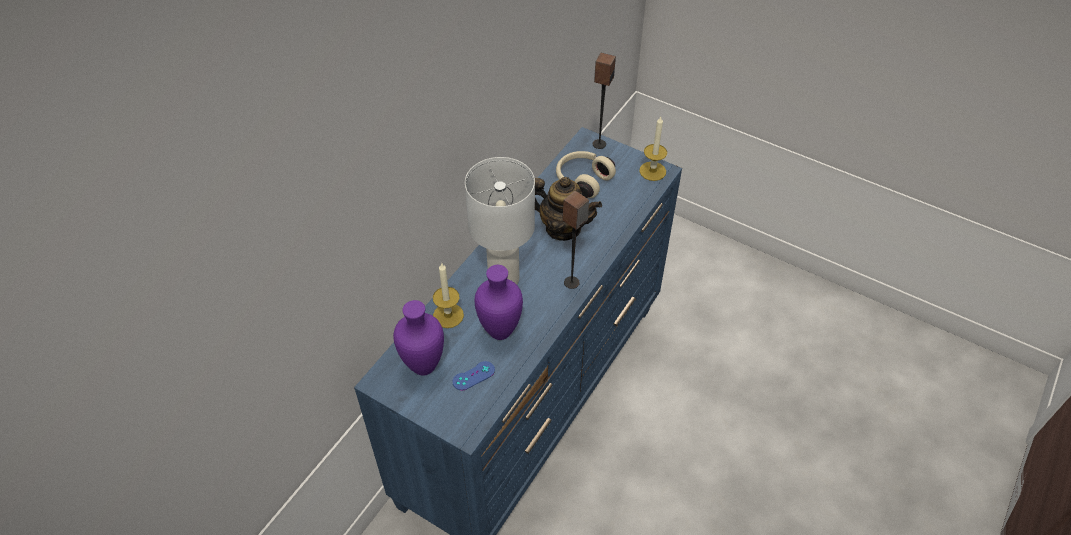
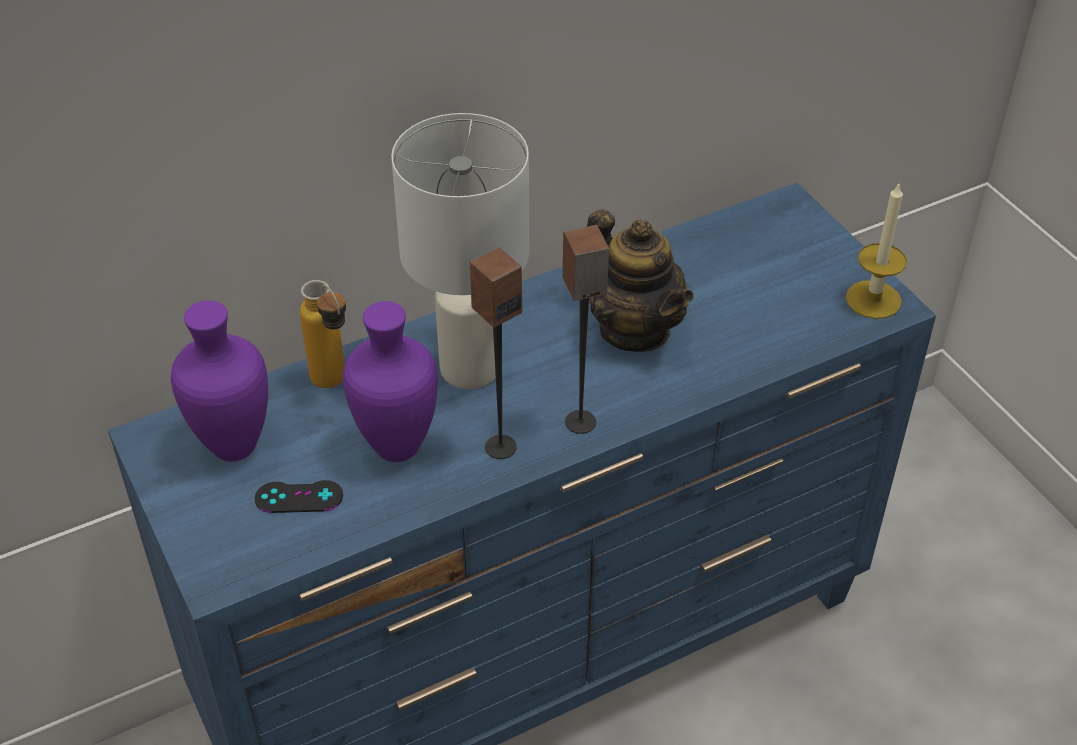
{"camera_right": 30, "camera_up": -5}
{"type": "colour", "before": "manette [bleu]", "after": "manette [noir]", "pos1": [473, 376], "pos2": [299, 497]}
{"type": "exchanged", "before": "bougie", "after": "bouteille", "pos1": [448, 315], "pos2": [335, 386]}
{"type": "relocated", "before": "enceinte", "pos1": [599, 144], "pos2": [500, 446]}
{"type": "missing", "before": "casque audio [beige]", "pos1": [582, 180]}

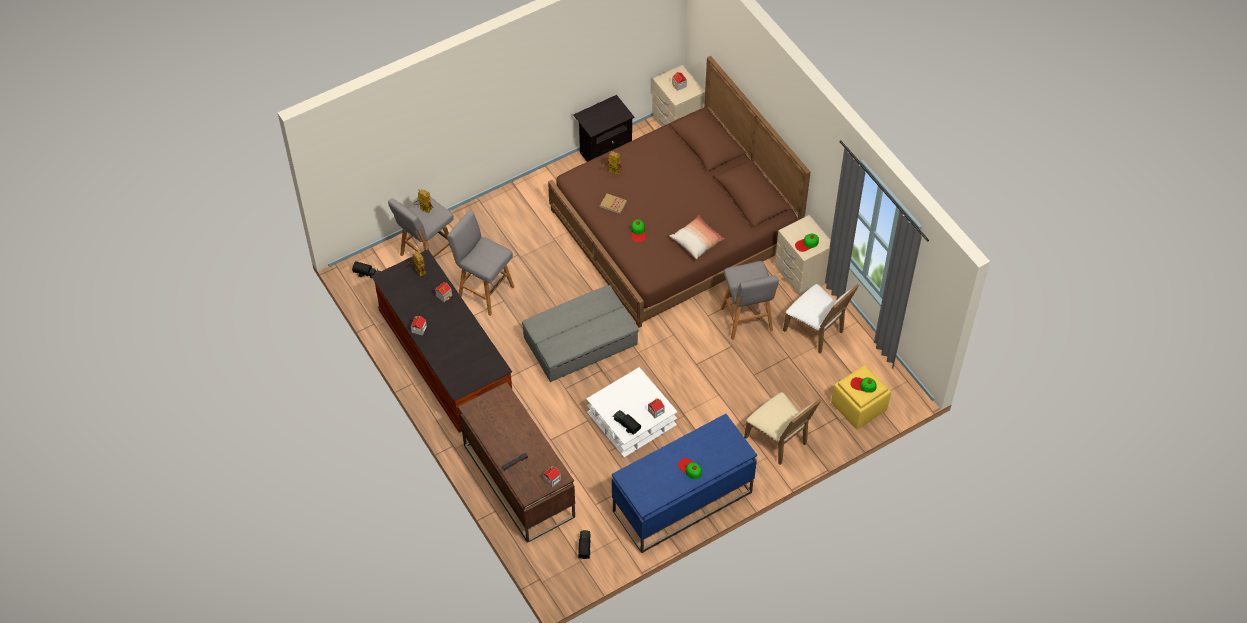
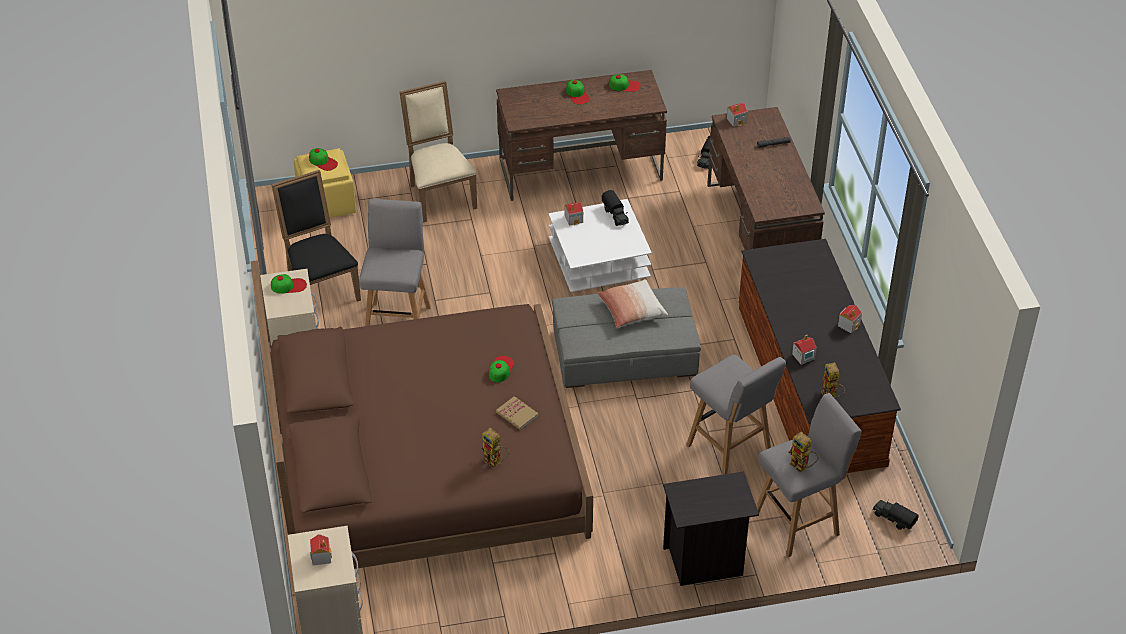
{"camera_right": -160, "camera_up": -10}
{"type": "colour", "before": "chaise [blanc]", "after": "chaise [noir]", "pos1": [816, 332], "pos2": [320, 287]}
{"type": "colour", "before": "bureau [bleu]", "after": "bureau [marron]", "pos1": [682, 502], "pos2": [581, 169]}
{"type": "relocated", "before": "coussin", "pos1": [697, 241], "pos2": [631, 311]}
{"type": "appeared", "after": "casquette", "pos2": [624, 85]}
{"type": "relocated", "before": "table de chevet [noir]", "pos1": [604, 154], "pos2": [705, 561]}

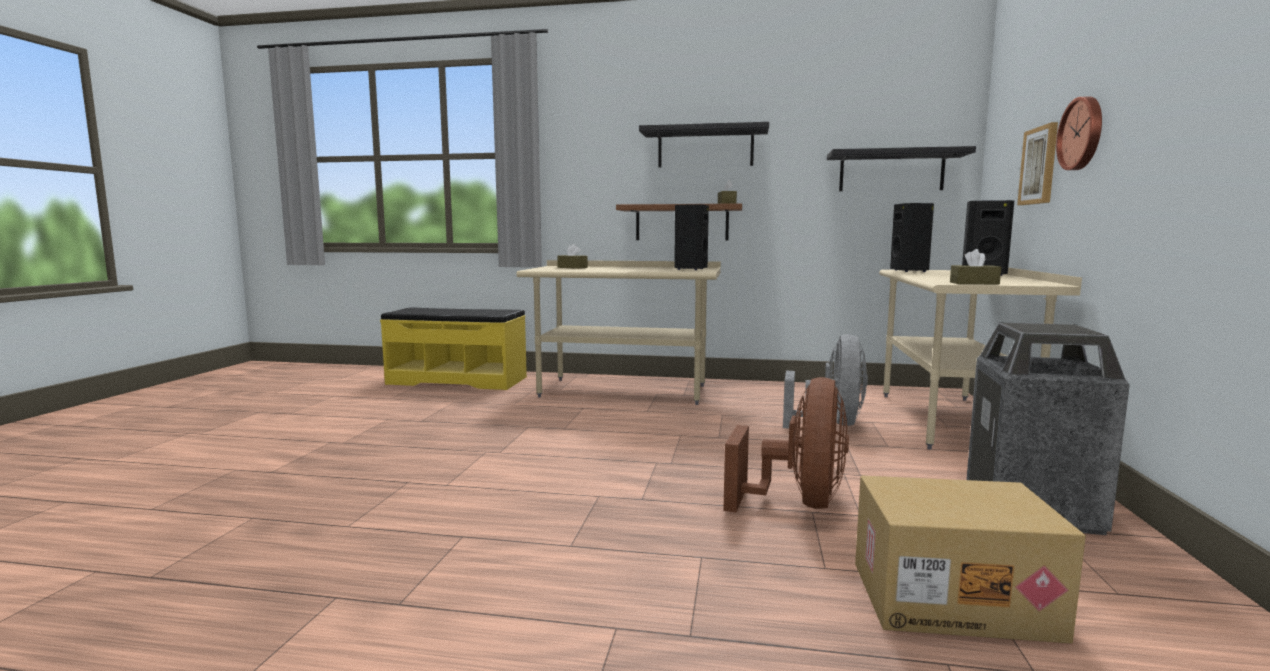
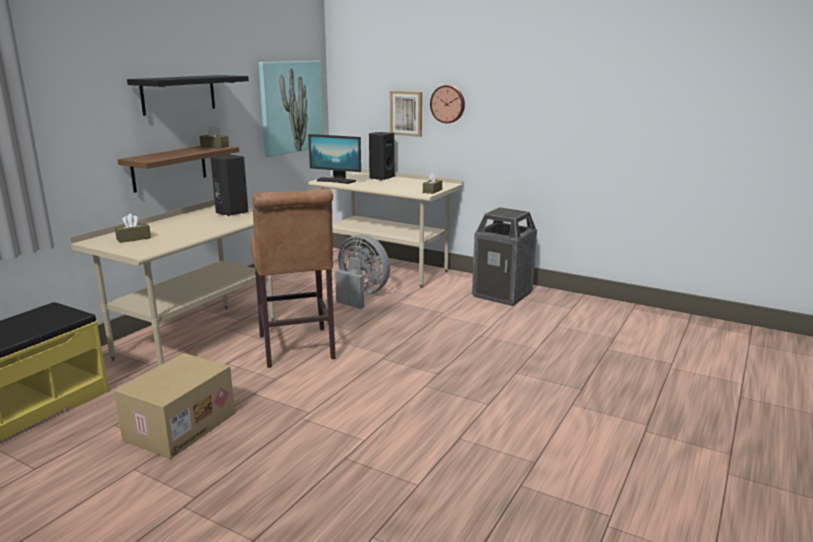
{"camera_right": -70, "camera_up": 10}
{"type": "relocated", "before": "carton", "pos1": [952, 598], "pos2": [180, 426]}
{"type": "appeared", "after": "tabouret [marron]", "pos2": [297, 349]}
{"type": "exchanged", "before": "étagère [noir]", "after": "tableau", "pos1": [891, 172], "pos2": [290, 107]}
{"type": "exchanged", "before": "enceinte [noir]", "after": "écran d'ordinateur", "pos1": [910, 271], "pos2": [336, 181]}
{"type": "missing", "before": "ventilateur [marron]", "pos1": [798, 503]}

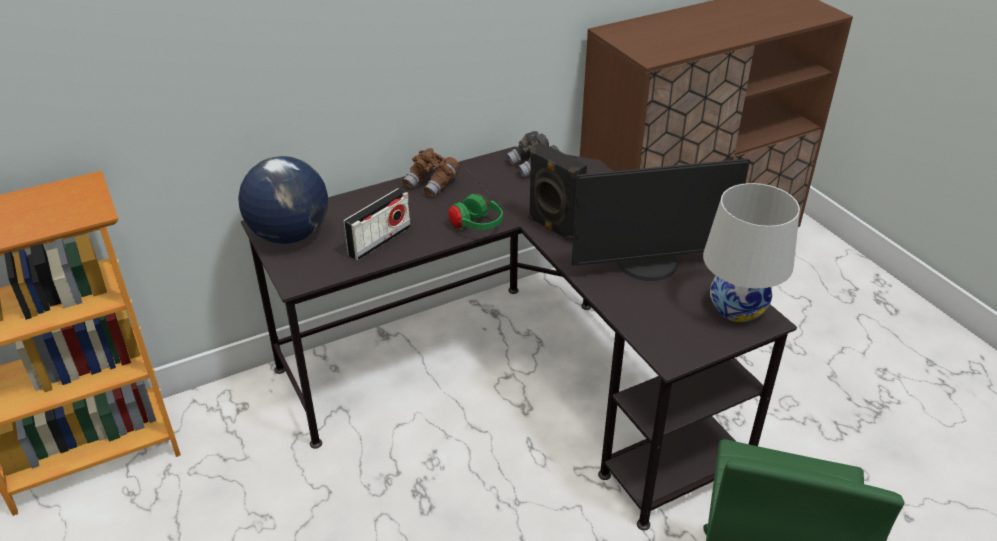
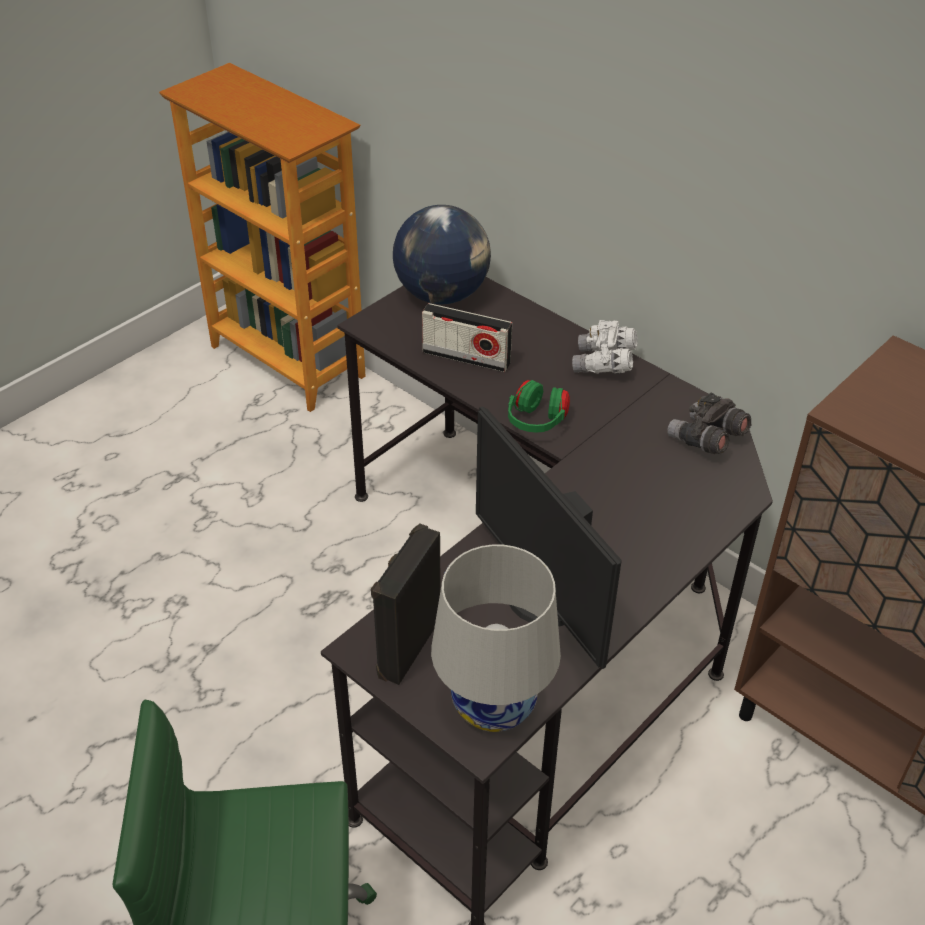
{"camera_right": 70, "camera_up": 5}
{"type": "relocated", "before": "enceinte [noir]", "pos1": [553, 228], "pos2": [407, 646]}
{"type": "colour", "before": "jumelles [marron]", "after": "jumelles [blanc]", "pos1": [432, 183], "pos2": [604, 364]}

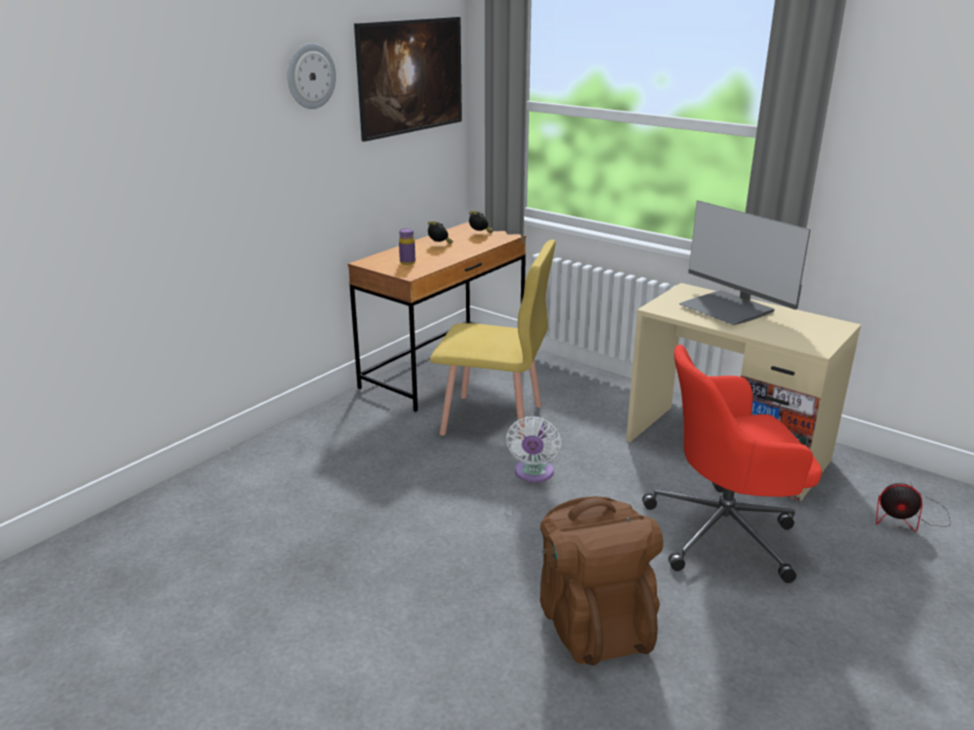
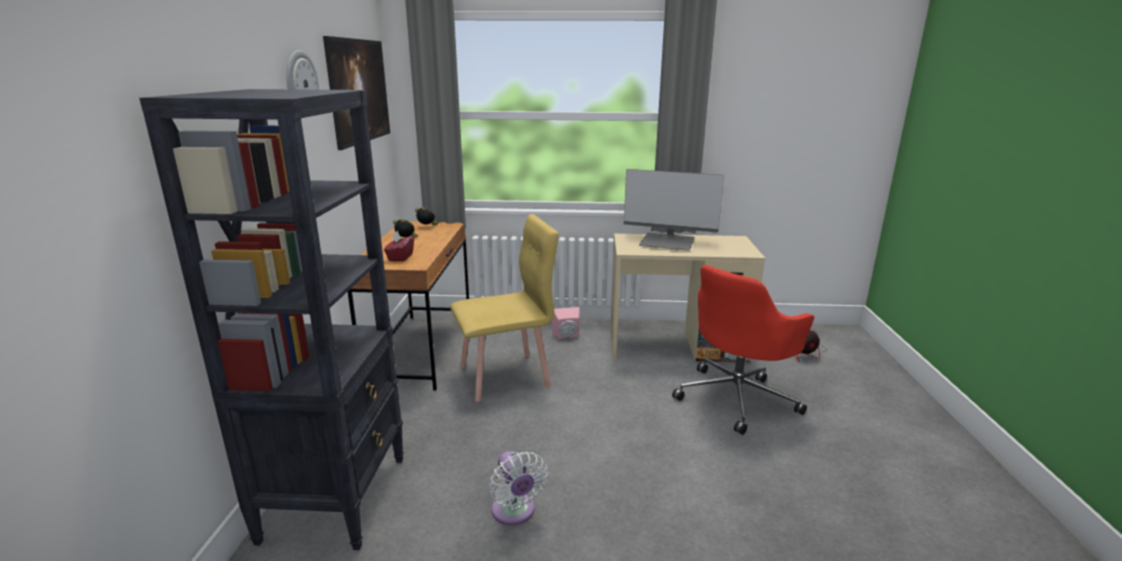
{"camera_right": -35, "camera_up": -5}
{"type": "appeared", "after": "bibliothèque [noir]", "pos2": [336, 496]}
{"type": "exchanged", "before": "bouteille [violet]", "after": "boîte à mouchoirs [rouge]", "pos1": [407, 262], "pos2": [400, 257]}
{"type": "relocated", "before": "ventilateur [blanc]", "pos1": [533, 474], "pos2": [515, 512]}
{"type": "appeared", "after": "enceinte [rose]", "pos2": [567, 336]}
{"type": "missing", "before": "sac à dos [marron]", "pos1": [593, 622]}

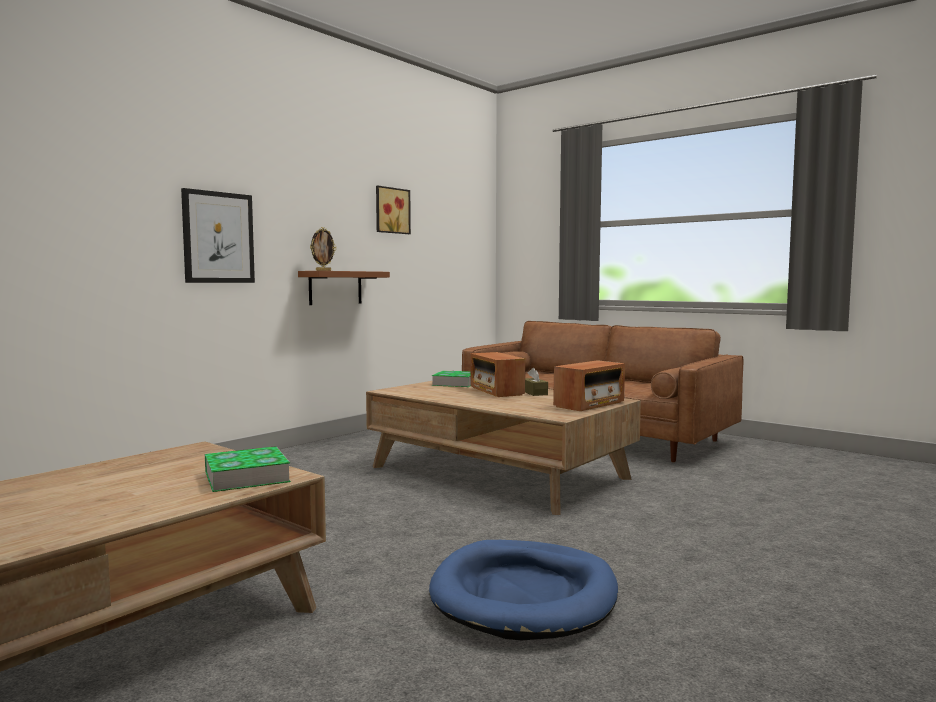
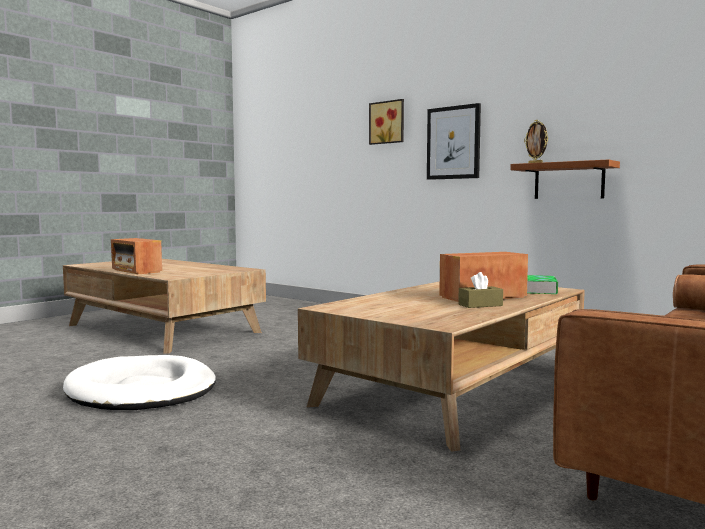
{"camera_right": 90, "camera_up": 0}
{"type": "colour", "before": "panier pour chien [bleu]", "after": "panier pour chien [blanc]", "pos1": [524, 595], "pos2": [142, 390]}
{"type": "relocated", "before": "radio", "pos1": [589, 404], "pos2": [136, 271]}
{"type": "relocated", "before": "tableau", "pos1": [391, 210], "pos2": [387, 122]}
{"type": "missing", "before": "livre", "pos1": [246, 476]}

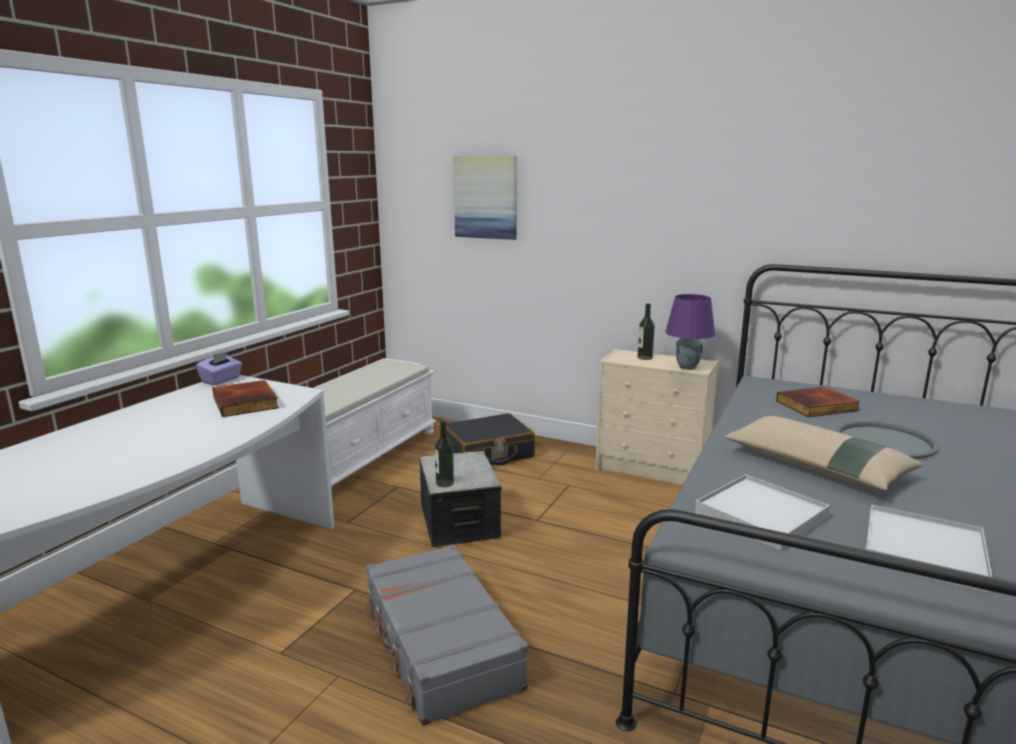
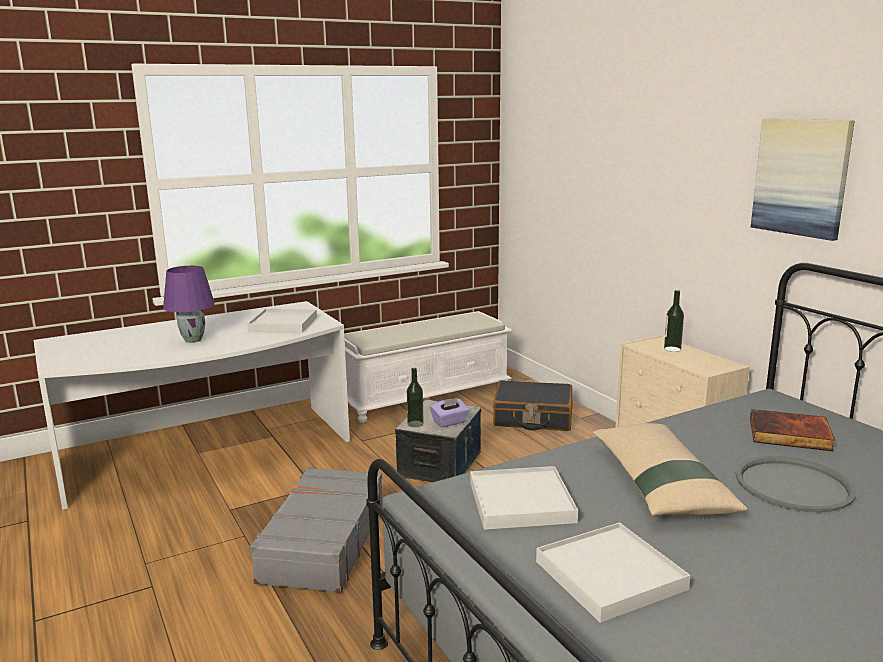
{"camera_right": 35, "camera_up": 0}
{"type": "relocated", "before": "lampe de table [violet]", "pos1": [686, 367], "pos2": [193, 340]}
{"type": "exchanged", "before": "livre", "after": "plateau [blanc]", "pos1": [247, 402], "pos2": [283, 324]}
{"type": "relocated", "before": "boîte à mouchoirs [violet]", "pos1": [221, 380], "pos2": [450, 422]}
{"type": "relocated", "before": "tableau", "pos1": [486, 197], "pos2": [801, 177]}

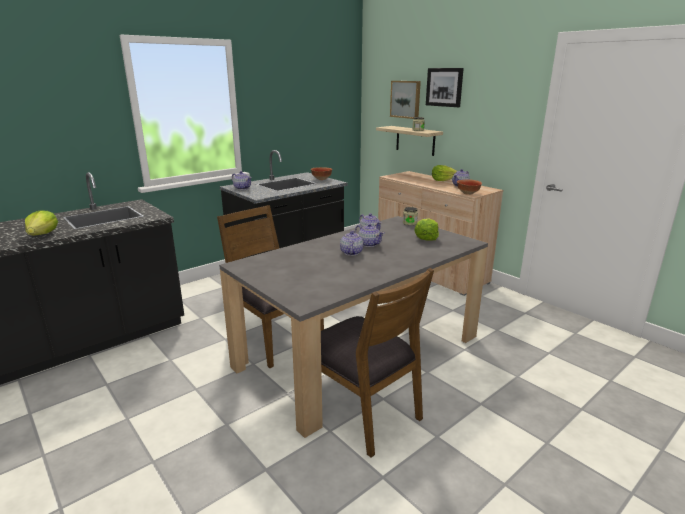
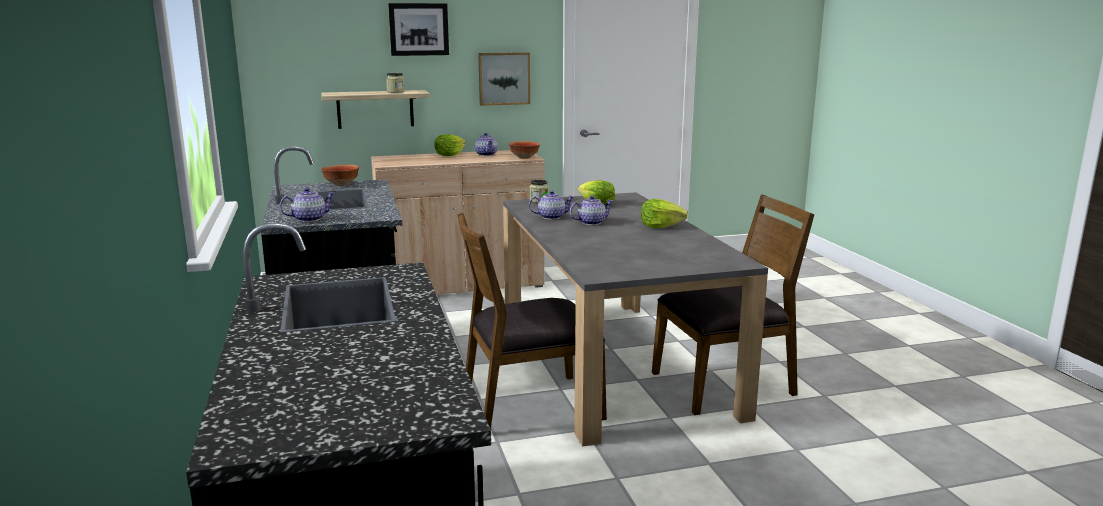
{"camera_right": -65, "camera_up": -5}
{"type": "relocated", "before": "tableau", "pos1": [406, 99], "pos2": [504, 78]}
{"type": "relocated", "before": "laitue", "pos1": [42, 234], "pos2": [661, 226]}
{"type": "missing", "before": "théière", "pos1": [351, 252]}

